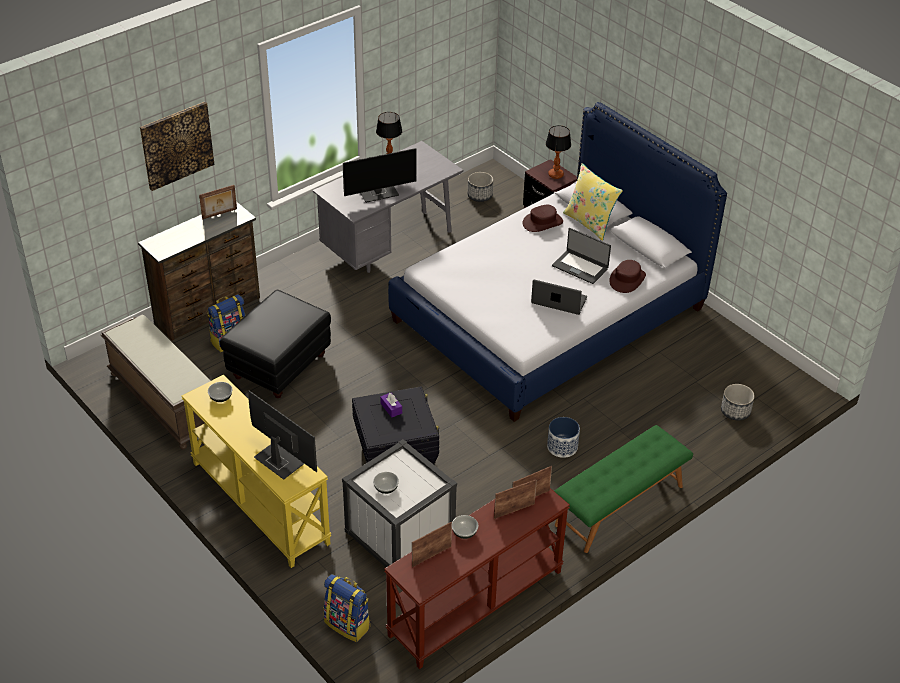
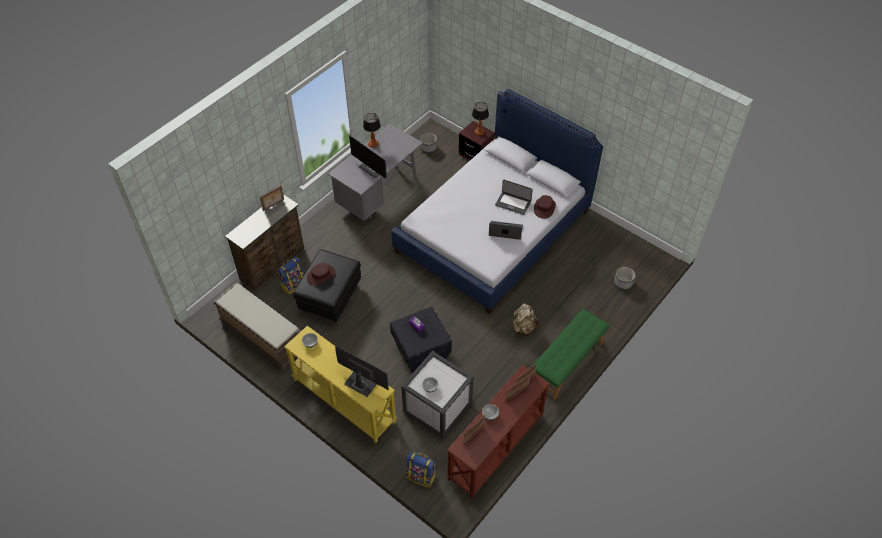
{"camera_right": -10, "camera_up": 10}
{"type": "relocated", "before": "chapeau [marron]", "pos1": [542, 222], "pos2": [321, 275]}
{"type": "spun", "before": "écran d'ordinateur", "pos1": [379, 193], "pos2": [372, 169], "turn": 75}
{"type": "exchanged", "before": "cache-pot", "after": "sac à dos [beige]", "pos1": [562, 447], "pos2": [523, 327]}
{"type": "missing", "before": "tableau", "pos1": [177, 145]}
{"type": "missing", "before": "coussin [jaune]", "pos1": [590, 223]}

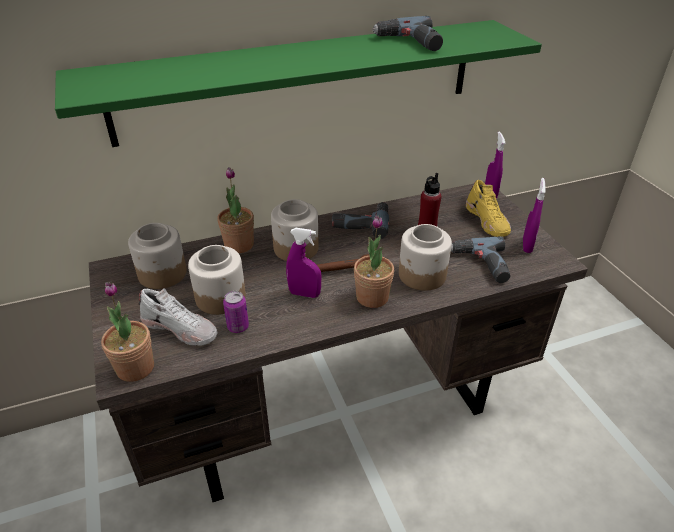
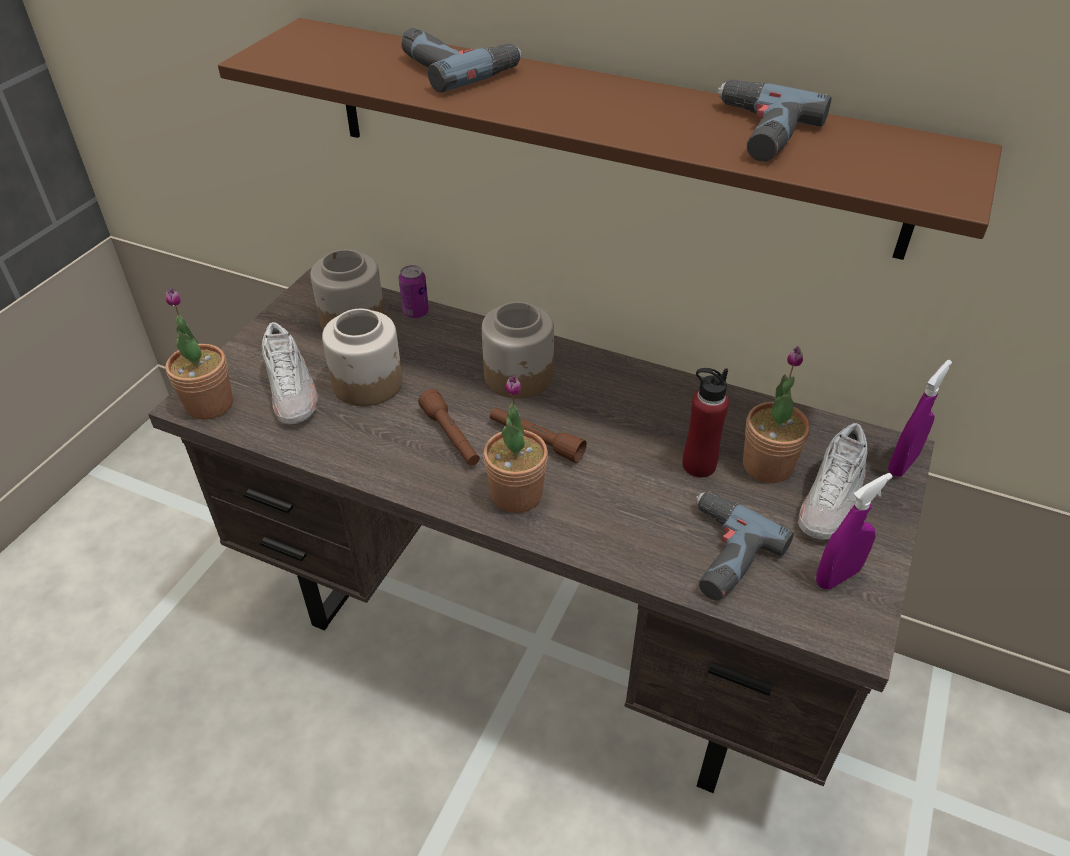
{"camera_right": 45, "camera_up": 5}
{"type": "colour", "before": "étagère [vert]", "after": "étagère [marron]", "pos1": [299, 81], "pos2": [604, 134]}
{"type": "relocated", "before": "boîte métallique", "pos1": [238, 327], "pos2": [416, 312]}
{"type": "relocated", "before": "perceuse", "pos1": [361, 222], "pos2": [457, 67]}
{"type": "exchanged", "before": "vaporisateur [violet]", "after": "lampe de poche [marron]", "pos1": [304, 294], "pos2": [451, 437]}
{"type": "relocated", "before": "plante en pot", "pos1": [239, 245], "pos2": [767, 465]}
{"type": "colour", "before": "chaussure [jaune]", "after": "chaussure [blanc]", "pos1": [487, 221], "pos2": [831, 500]}
{"type": "missing", "before": "bocal", "pos1": [422, 275]}

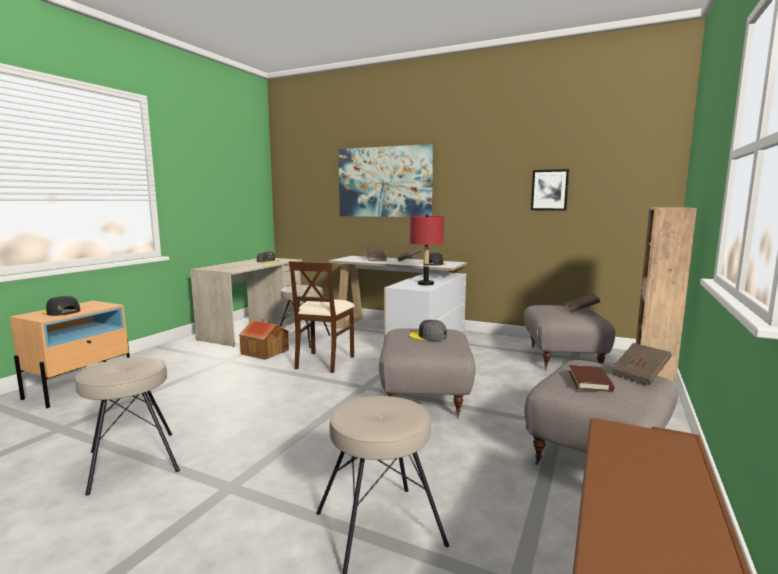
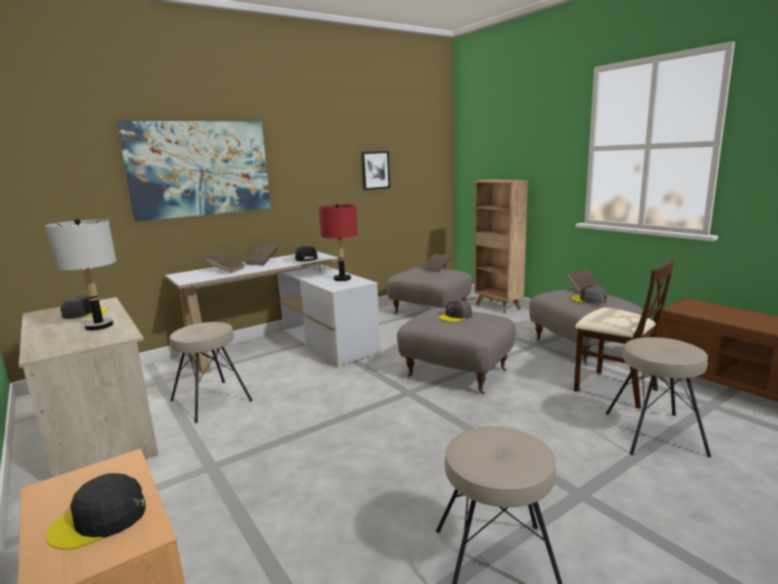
{"camera_right": -60, "camera_up": 5}
{"type": "appeared", "after": "lampe de table [gris]", "pos2": [99, 326]}
{"type": "exchanged", "before": "livre [marron]", "after": "casquette [gris]", "pos1": [590, 381], "pos2": [589, 299]}
{"type": "relocated", "before": "chaise [beige]", "pos1": [324, 362], "pos2": [614, 389]}
{"type": "missing", "before": "maison miniature", "pos1": [265, 351]}

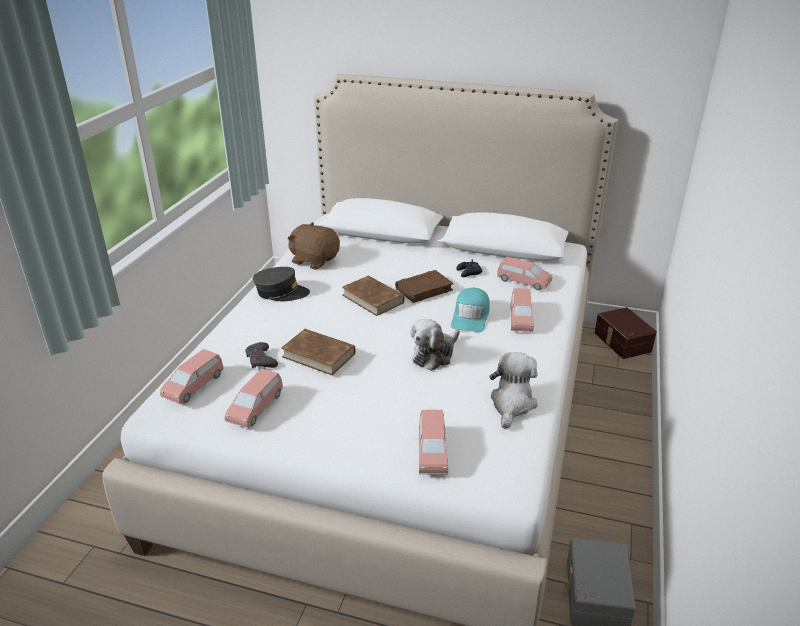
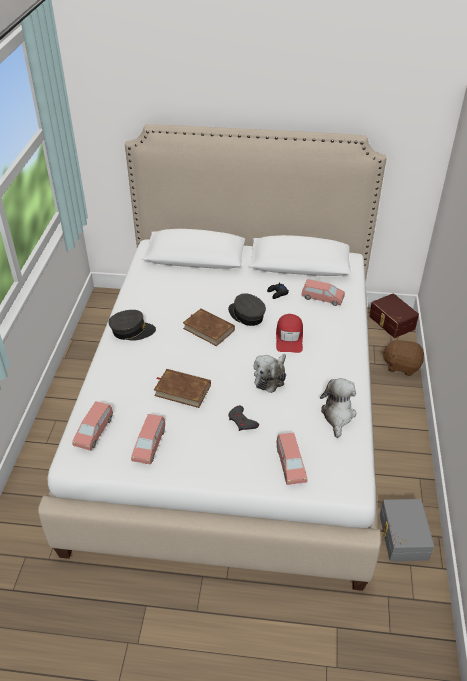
{"camera_right": -10, "camera_up": 10}
{"type": "exchanged", "before": "livre [marron]", "after": "casquette [gris]", "pos1": [423, 290], "pos2": [246, 315]}
{"type": "relocated", "before": "manette [gris]", "pos1": [261, 359], "pos2": [242, 421]}
{"type": "colour", "before": "casquette [turquoise]", "after": "casquette [rouge]", "pos1": [471, 316], "pos2": [289, 337]}
{"type": "relocated", "before": "peluche [marron]", "pos1": [314, 260], "pos2": [401, 365]}
{"type": "missing", "before": "petite voiture [rose]", "pos1": [520, 319]}

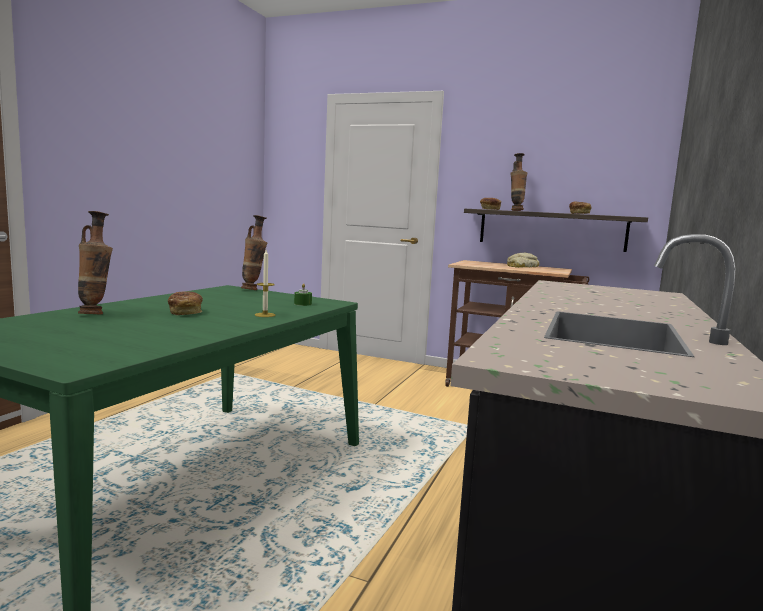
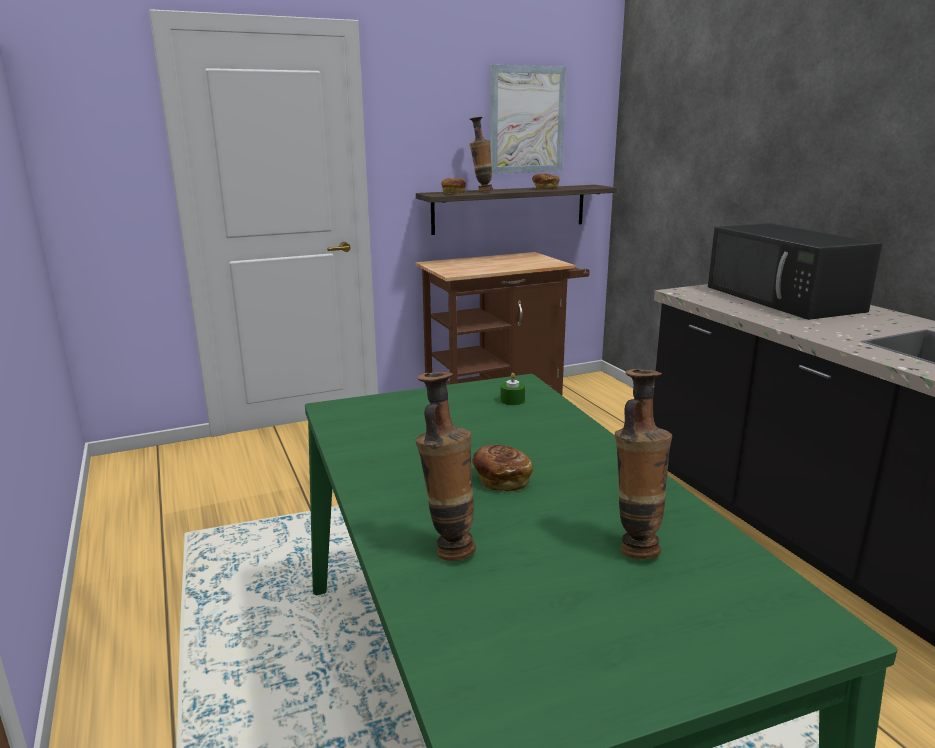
{"camera_right": -45, "camera_up": 10}
{"type": "appeared", "after": "tableau", "pos2": [526, 120]}
{"type": "relocated", "before": "vase", "pos1": [253, 290], "pos2": [635, 545]}
{"type": "appeared", "after": "micro-ondes [noir]", "pos2": [784, 299]}
{"type": "missing", "before": "bougie", "pos1": [265, 315]}
{"type": "missing", "before": "pain", "pos1": [521, 266]}

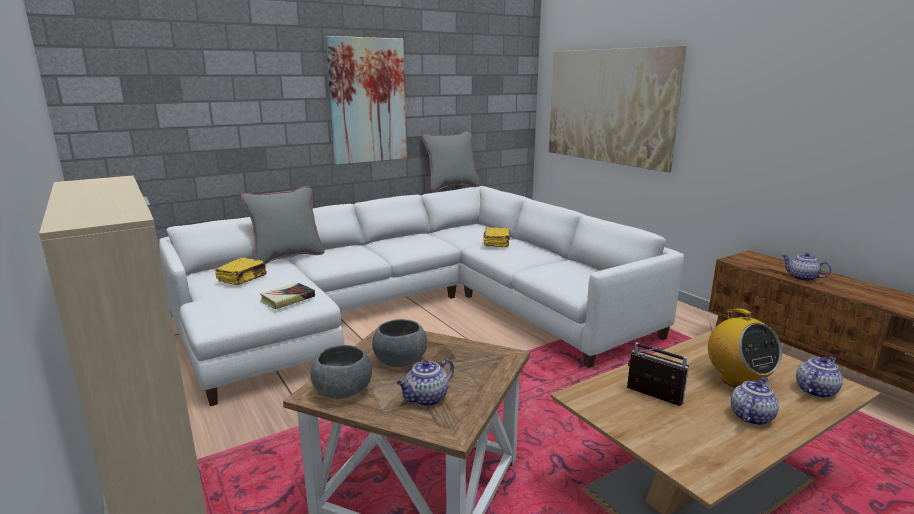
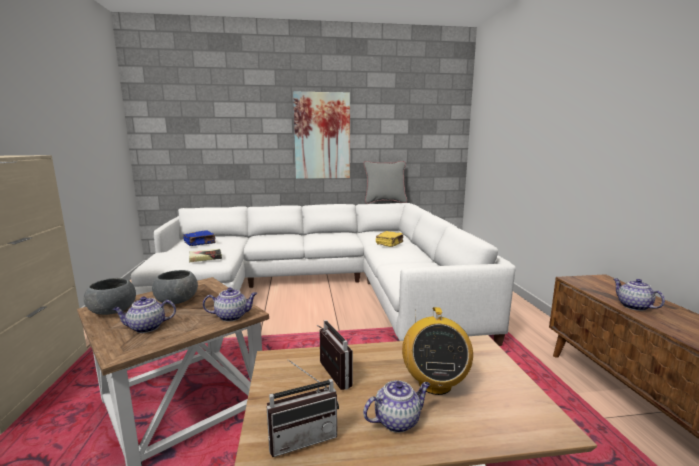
{"camera_right": 25, "camera_up": -5}
{"type": "colour", "before": "livre [jaune]", "after": "livre [bleu]", "pos1": [243, 279], "pos2": [200, 243]}
{"type": "relocated", "before": "théière", "pos1": [815, 390], "pos2": [232, 316]}
{"type": "appeared", "after": "radio", "pos2": [302, 437]}
{"type": "missing", "before": "coussin [gris]", "pos1": [287, 257]}
{"type": "missing", "before": "tableau", "pos1": [608, 106]}

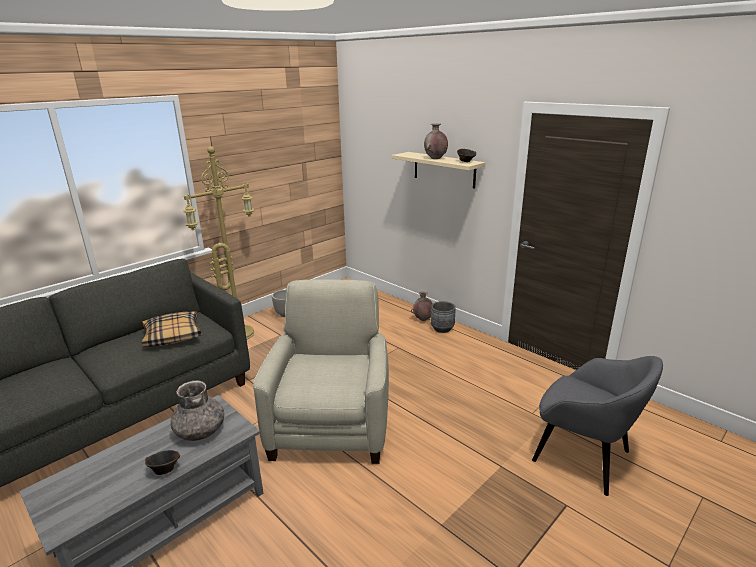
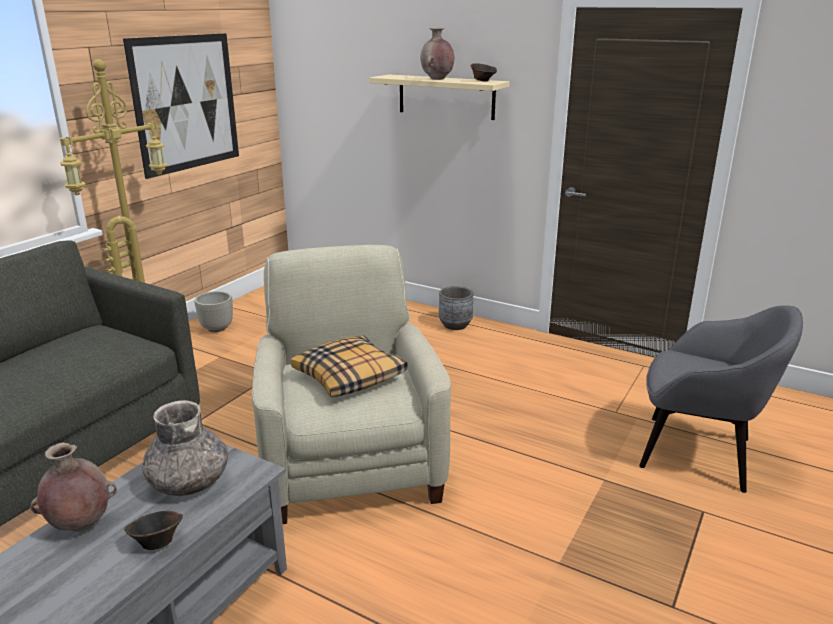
{"camera_right": -15, "camera_up": 0}
{"type": "relocated", "before": "vase [marron]", "pos1": [423, 319], "pos2": [80, 524]}
{"type": "appeared", "after": "tableau", "pos2": [186, 103]}
{"type": "relocated", "before": "coussin", "pos1": [172, 336], "pos2": [349, 377]}

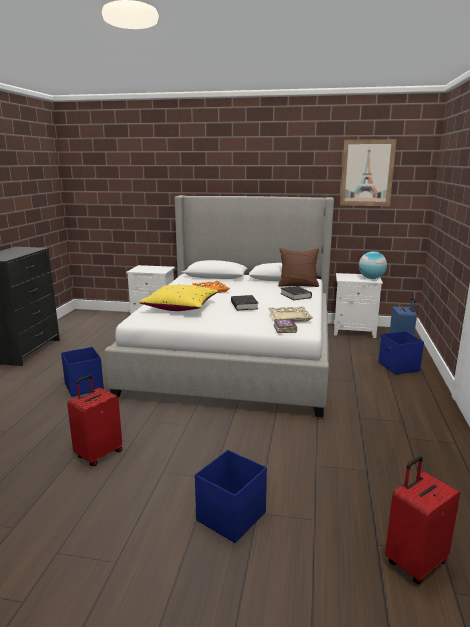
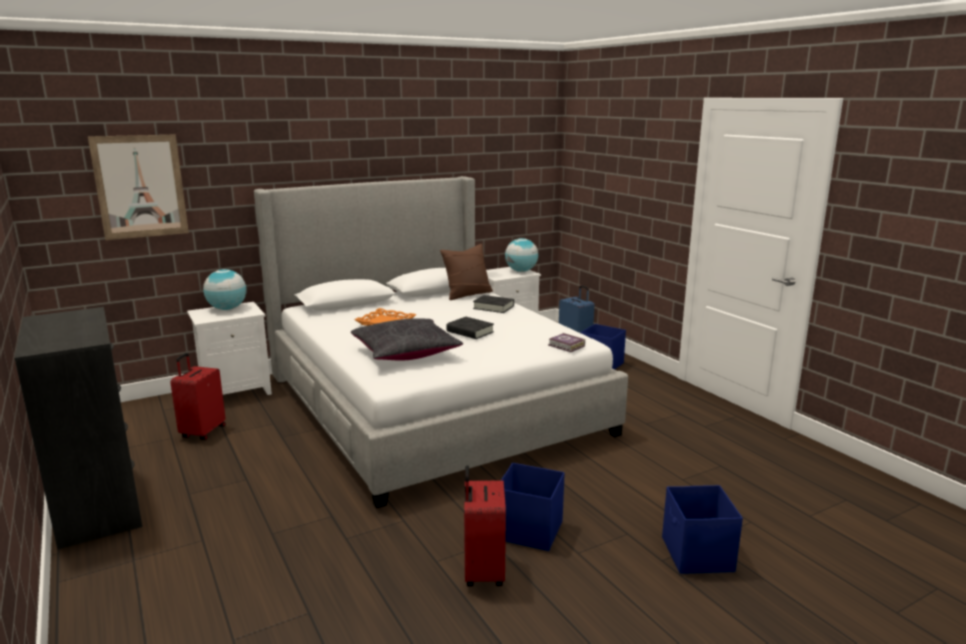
{"camera_right": -40, "camera_up": 0}
{"type": "relocated", "before": "tableau", "pos1": [367, 173], "pos2": [140, 186]}
{"type": "relocated", "before": "valise [rouge]", "pos1": [414, 562], "pos2": [202, 432]}
{"type": "appeared", "after": "globe", "pos2": [227, 309]}
{"type": "colour", "before": "coussin [jaune]", "after": "coussin [noir]", "pos1": [180, 307], "pos2": [406, 352]}
{"type": "relocated", "before": "boîte de rangement [bleu]", "pos1": [84, 386], "pos2": [528, 530]}
{"type": "missing", "before": "plateau [beige]", "pos1": [289, 317]}

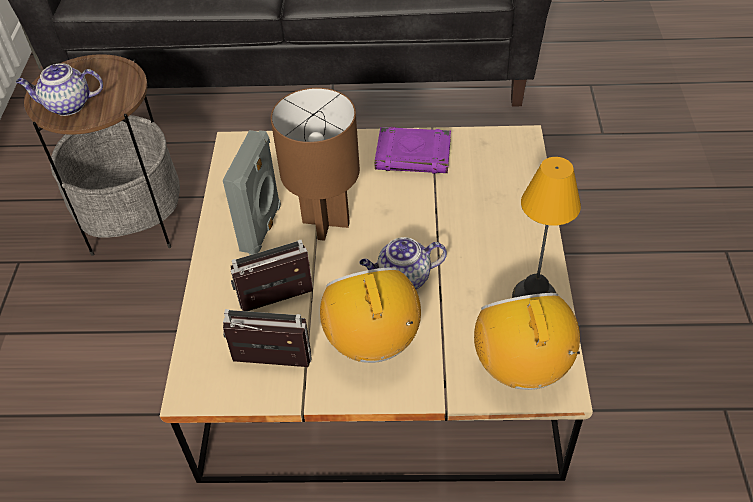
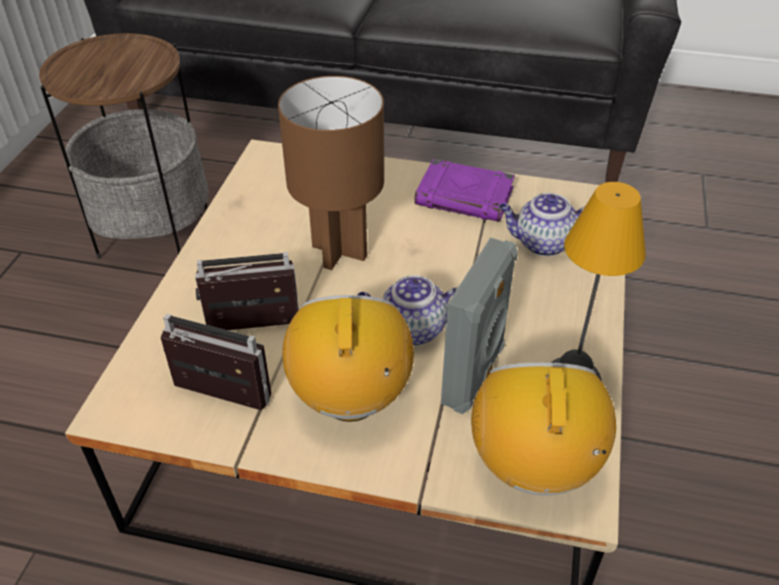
{"camera_right": 10, "camera_up": -5}
{"type": "relocated", "before": "enceinte [gris]", "pos1": [262, 228], "pos2": [475, 375]}
{"type": "relocated", "before": "théière", "pos1": [67, 105], "pos2": [542, 243]}

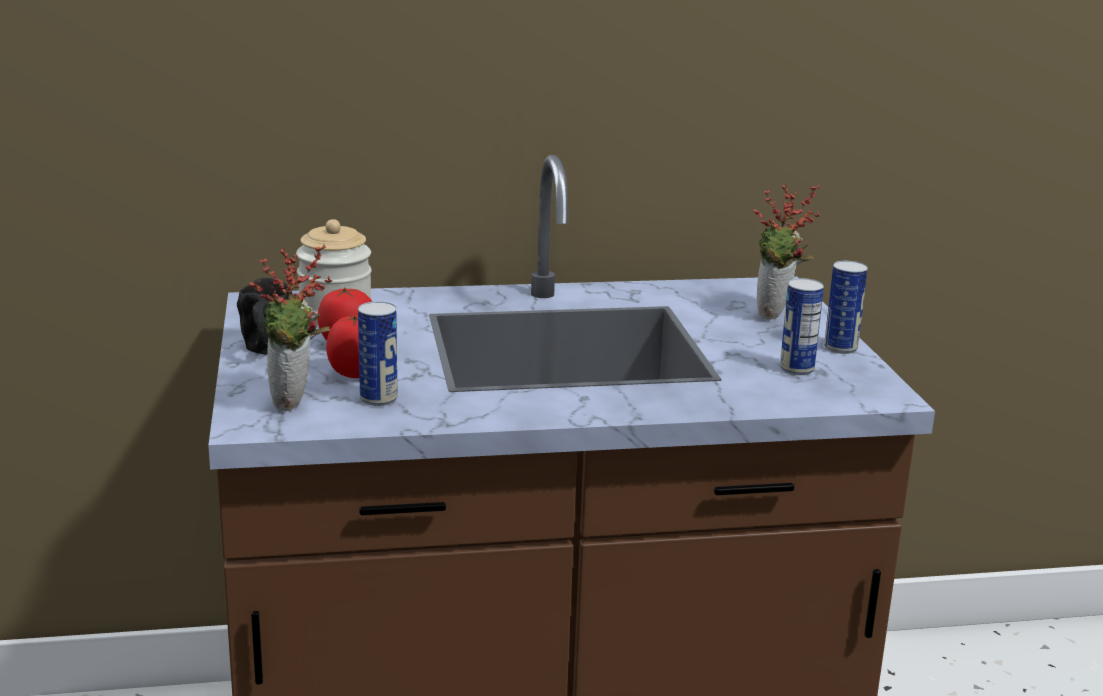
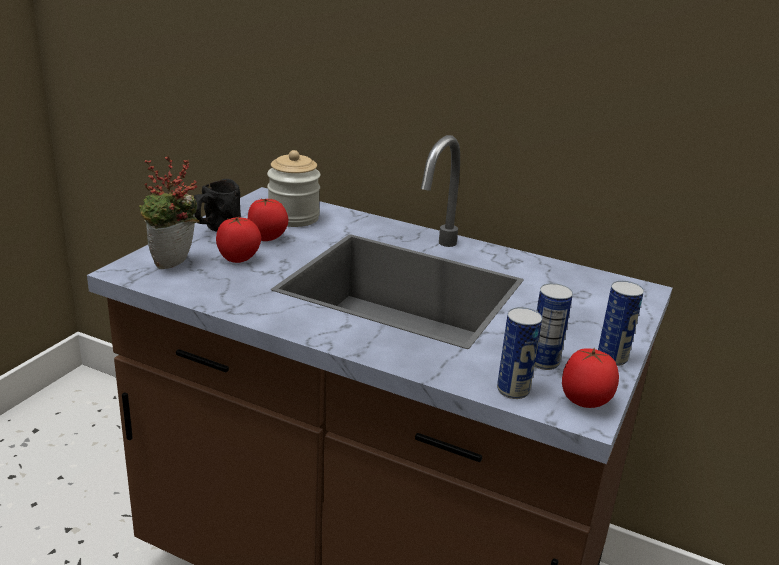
{"camera_right": 35, "camera_up": 5}
{"type": "relocated", "before": "boîte métallique", "pos1": [378, 399], "pos2": [513, 390]}
{"type": "appeared", "after": "tomate", "pos2": [585, 402]}
{"type": "missing", "before": "plante en pot", "pos1": [776, 315]}

